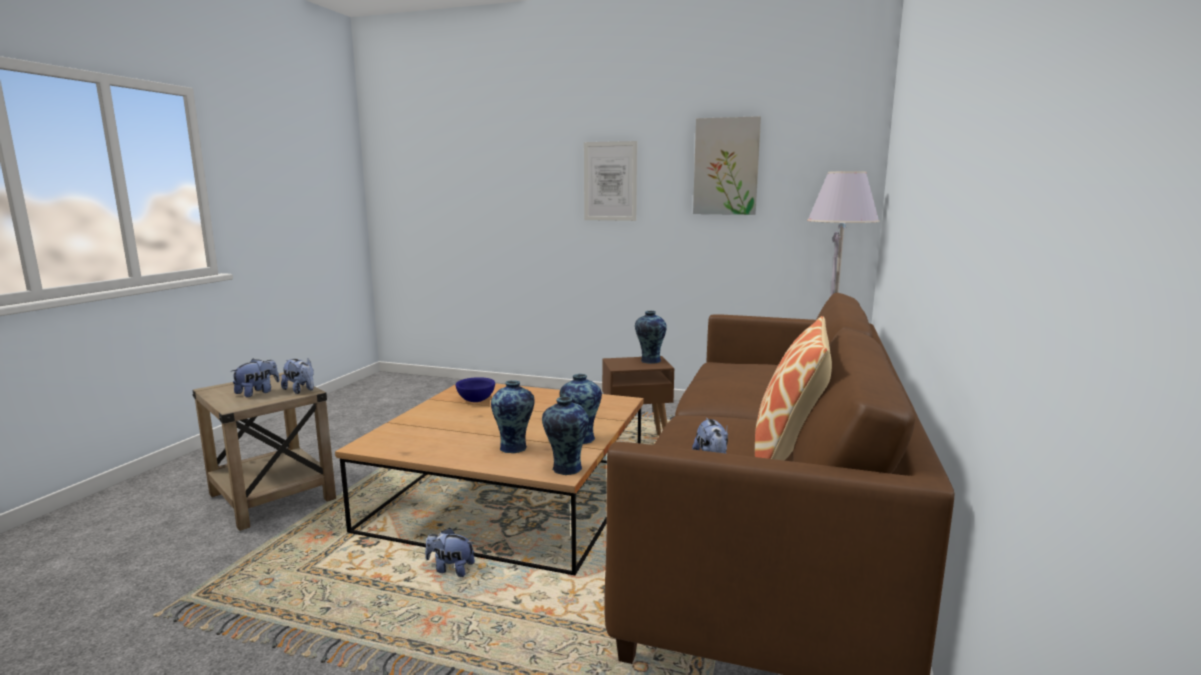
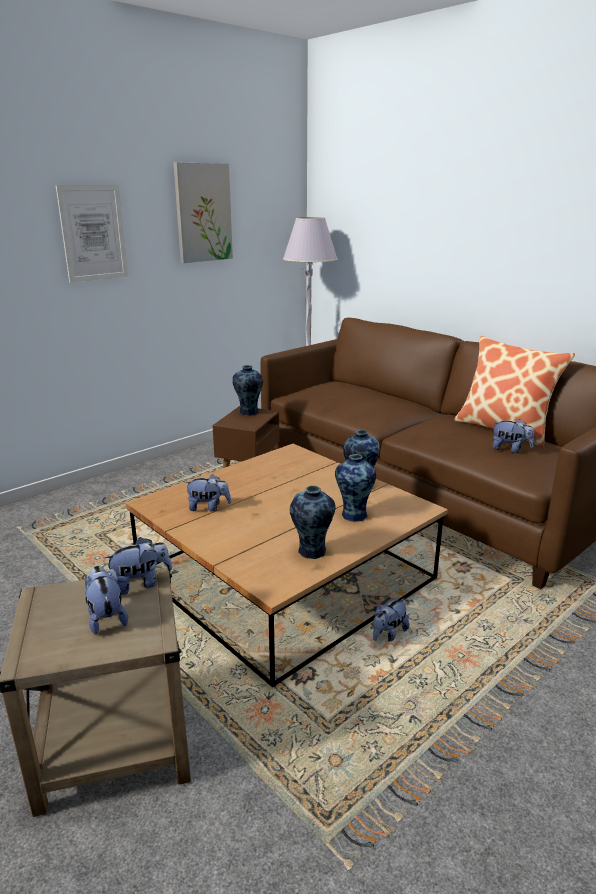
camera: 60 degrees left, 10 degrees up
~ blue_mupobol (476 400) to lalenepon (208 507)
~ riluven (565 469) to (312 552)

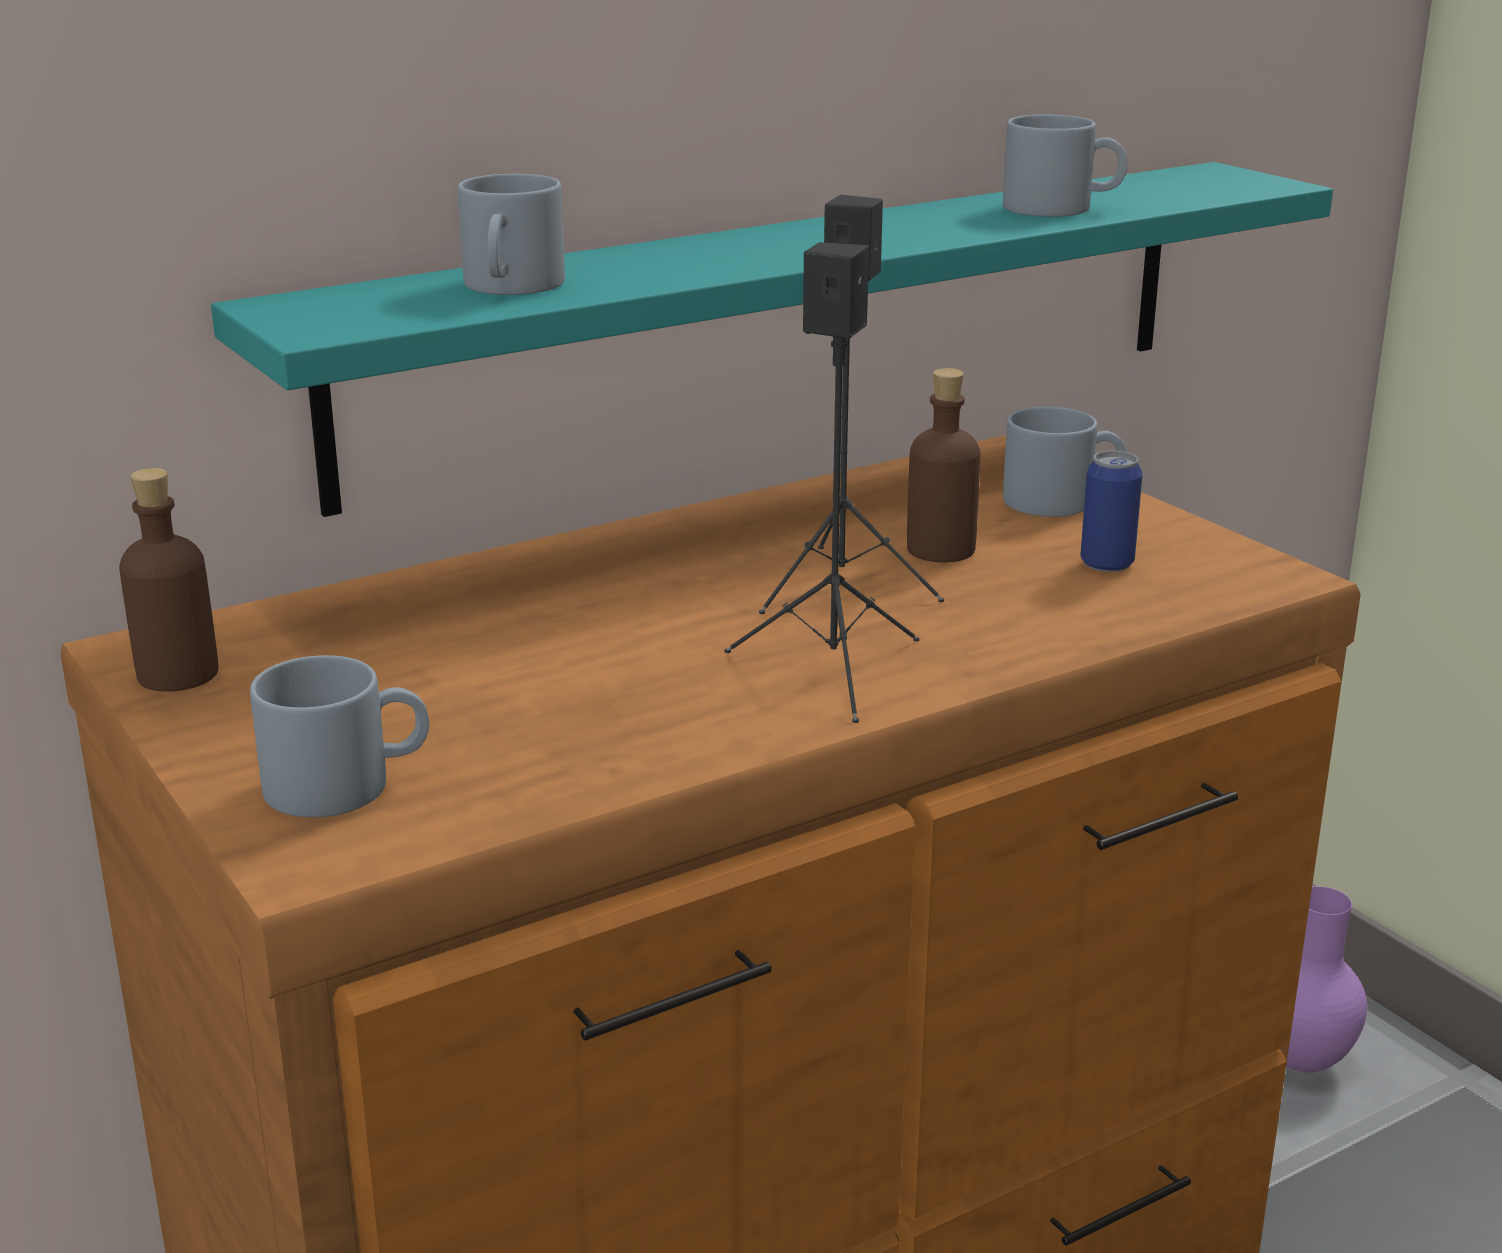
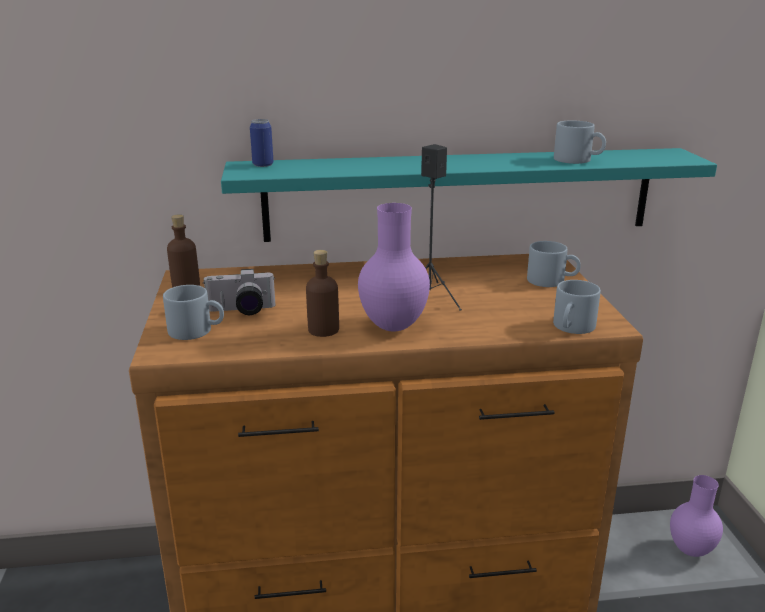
camera: 25 degrees right, 0 degrees up
~ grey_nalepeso (512 287) to (572 328)
~ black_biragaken (834 668) to purple_riluven (393 326)
~ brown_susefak (940 549) to (323 330)
~ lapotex (1106 564) to (263 165)
+ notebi (241 311)

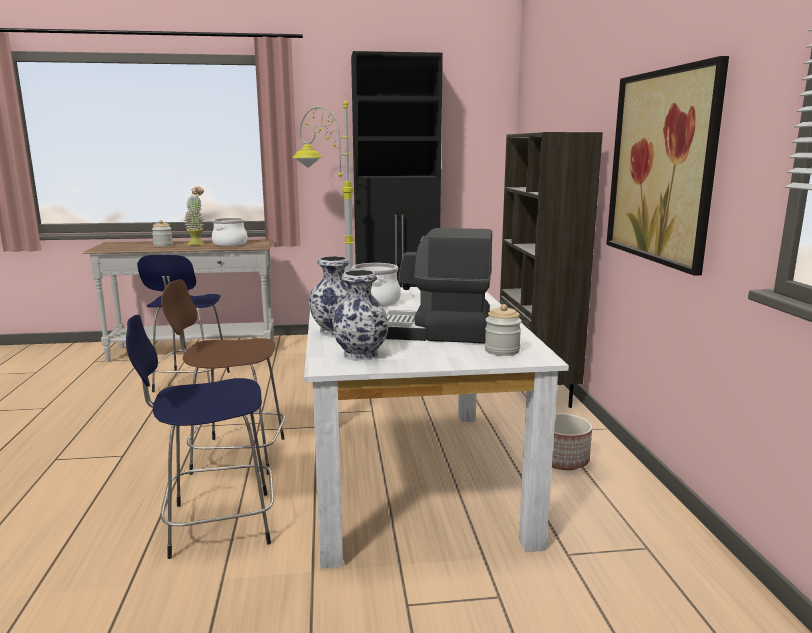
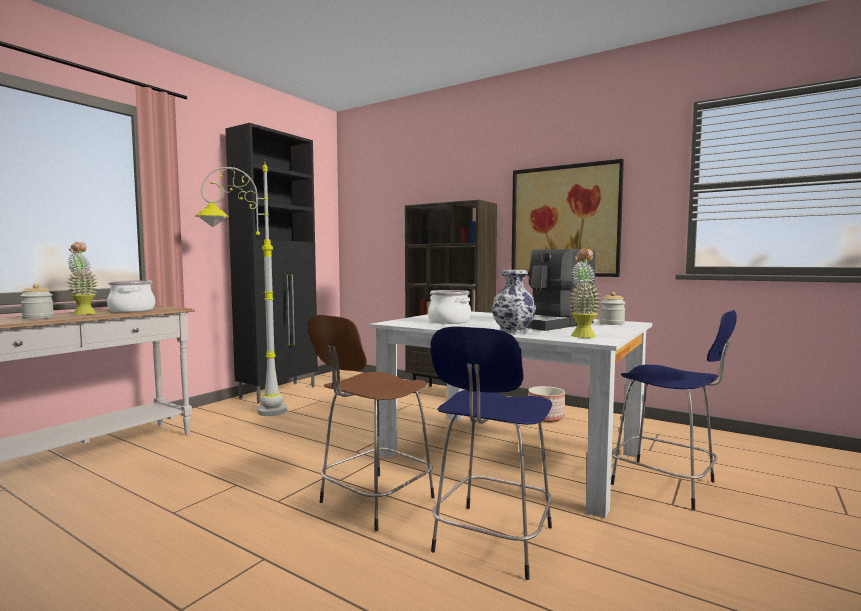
camera: 50 degrees left, 10 degrees down
~ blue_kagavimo (191 383) to (667 484)
~ riluven (361 355) to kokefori (582 335)

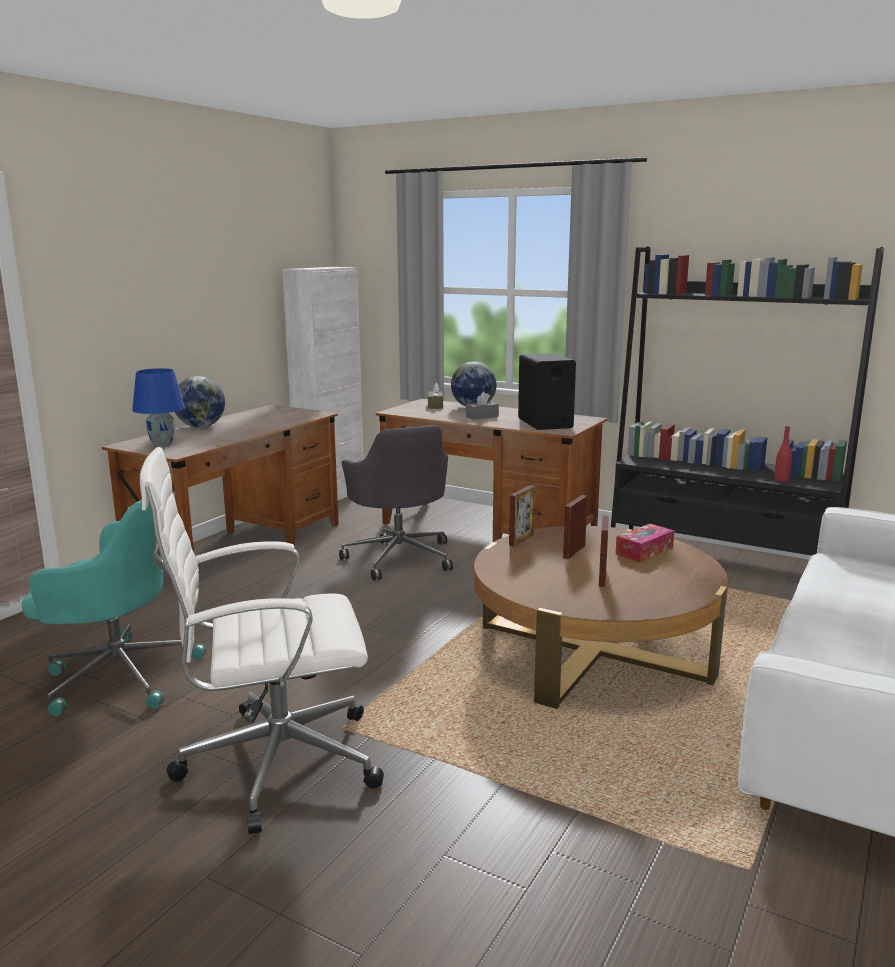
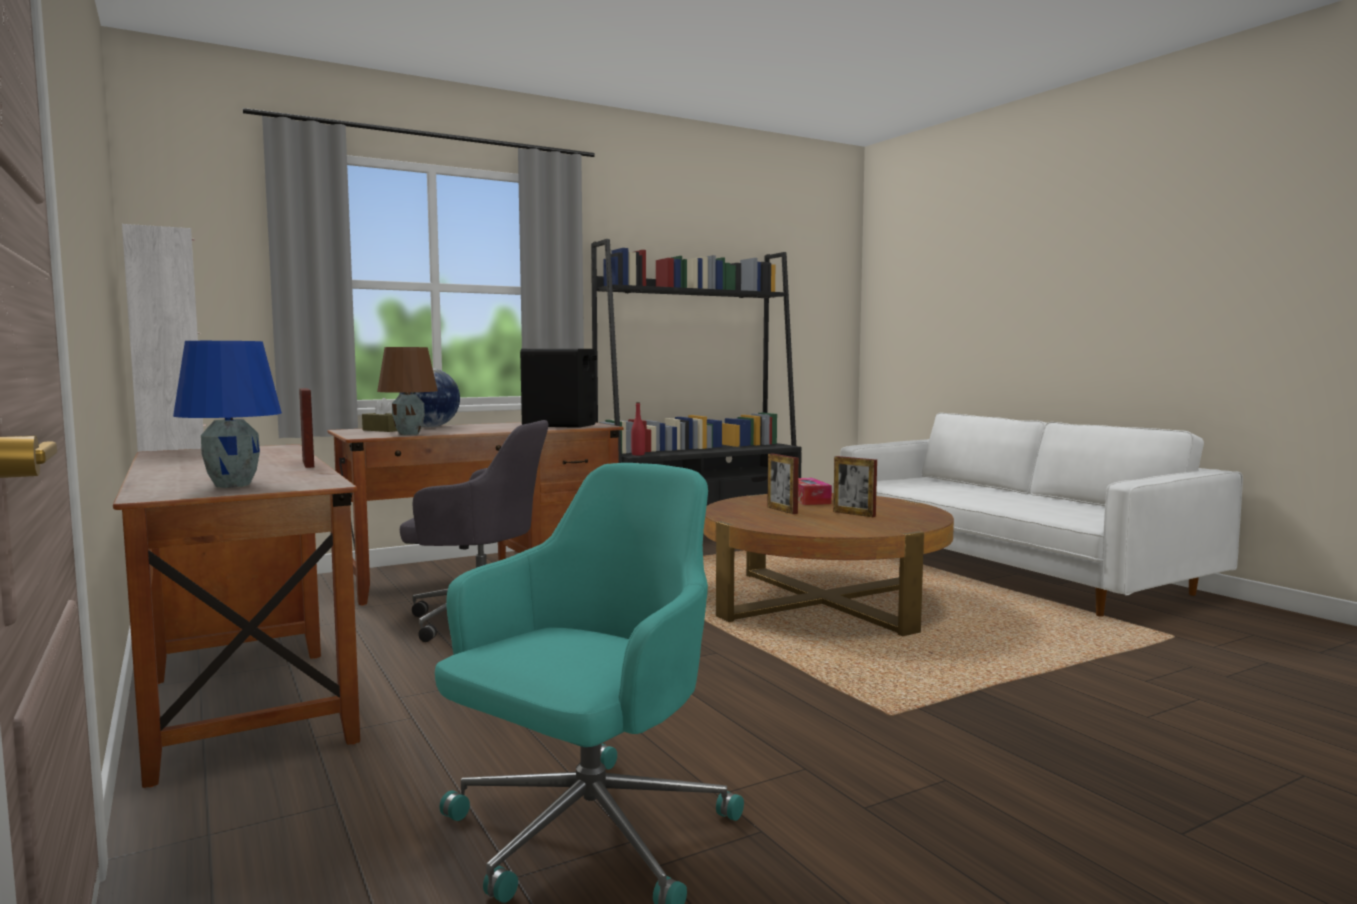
camera: 60 degrees left, 10 degrees down
- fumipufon (201 427)
- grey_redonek (482 416)
~ red_susefak (781 480) to (638 454)
- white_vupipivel (274 763)
~ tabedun (521 539) to (308 464)
+ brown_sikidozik (409 434)

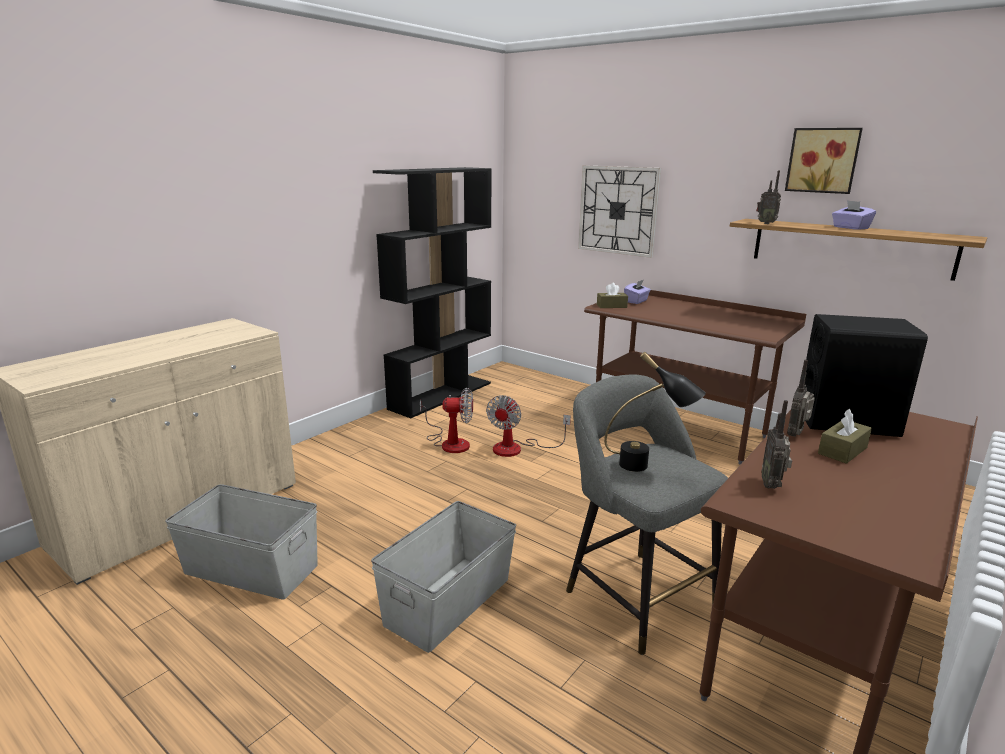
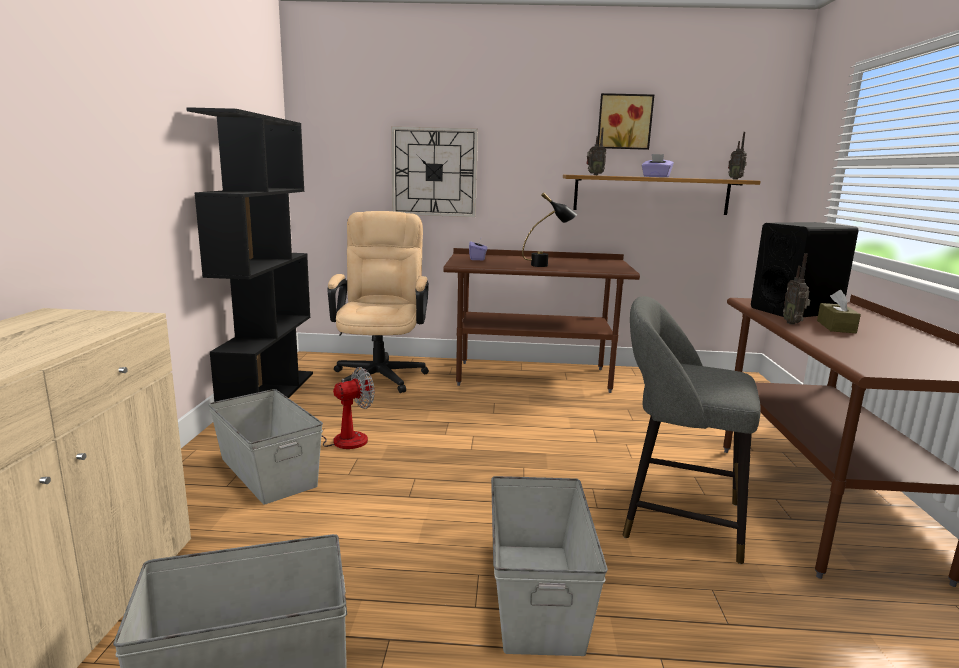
camera: 35 degrees left, 5 degrees down
- brown_redonek (611 306)
~ black_sikidozik (647 467) to (547 265)
- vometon (517 448)
~ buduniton (772 485) to (735 179)
+ beige_vupipivel (381 373)
+ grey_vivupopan (268 471)

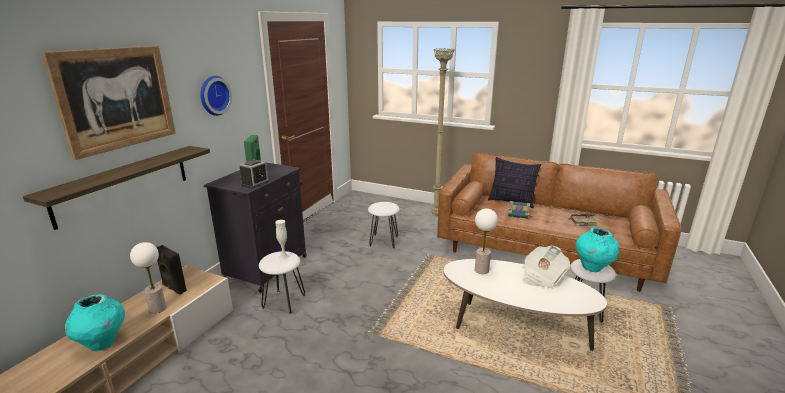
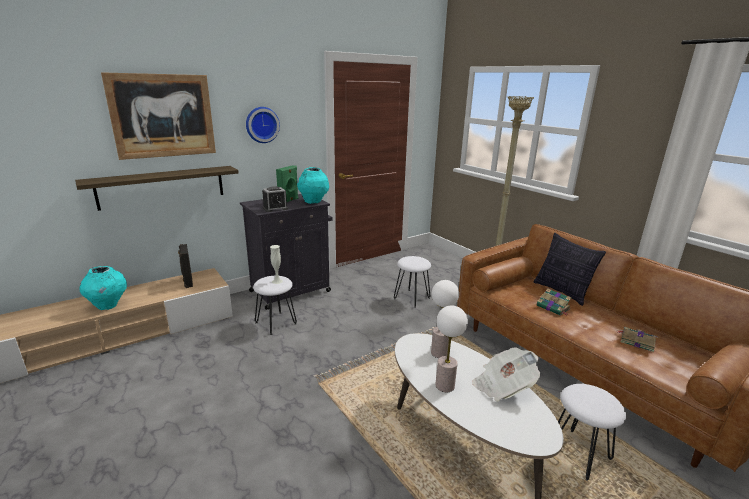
camera: 30 degrees right, 0 degrees up
~ turquoise_riluven (592 268) to (313 202)
~ sikidozik (157 308) to (444 385)

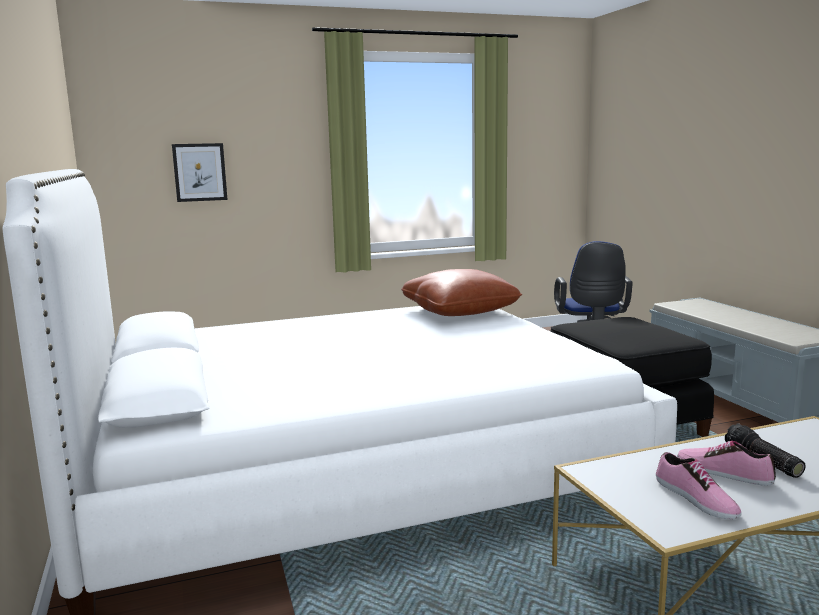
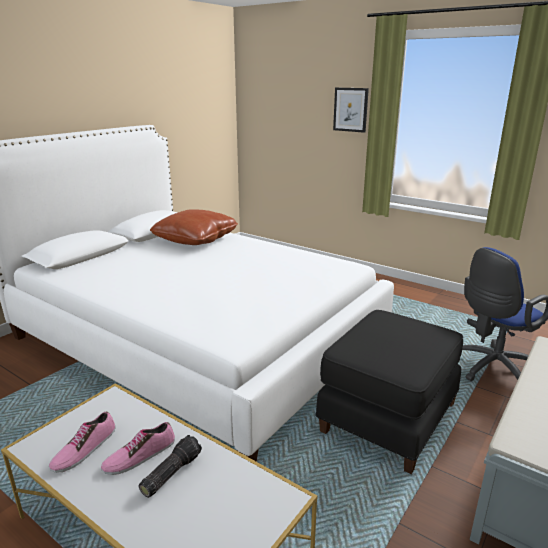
camera: 55 degrees right, 10 degrees up
~ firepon (200 172) to (350 109)
~ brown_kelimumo (459 311) to (195 239)
~ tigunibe (724 471) = (139 455) 135 degrees counterclockwise

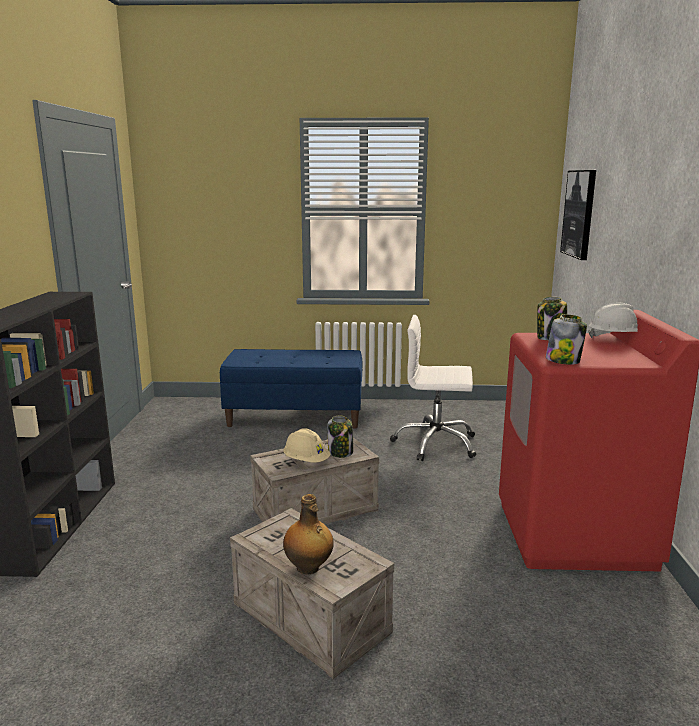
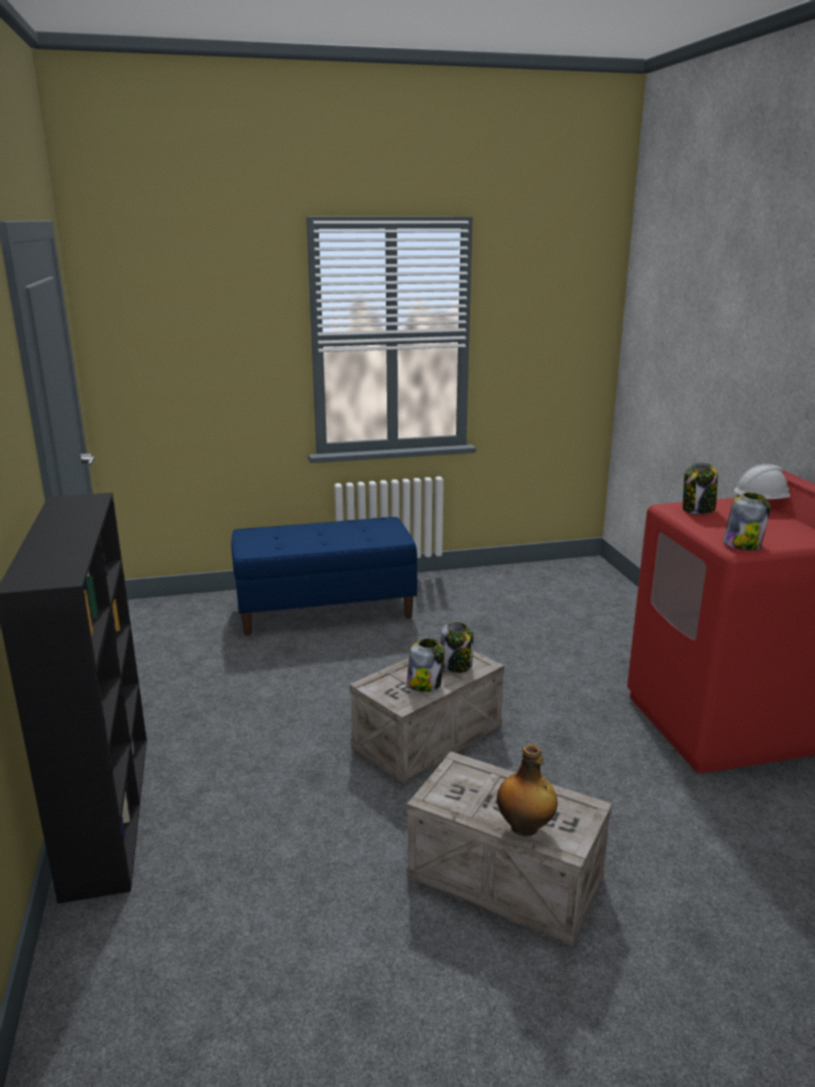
camera: 15 degrees left, 5 degrees up
- firepon (579 213)
- white_vupipivel (435 444)
~ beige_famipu (306 461) to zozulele (425 684)

